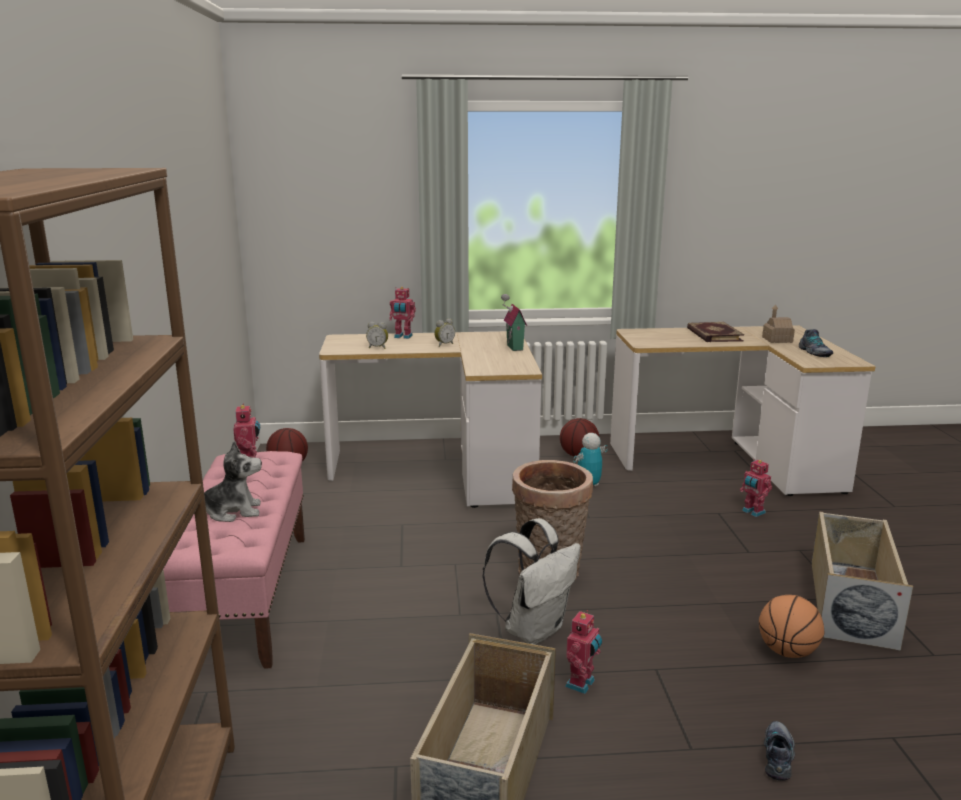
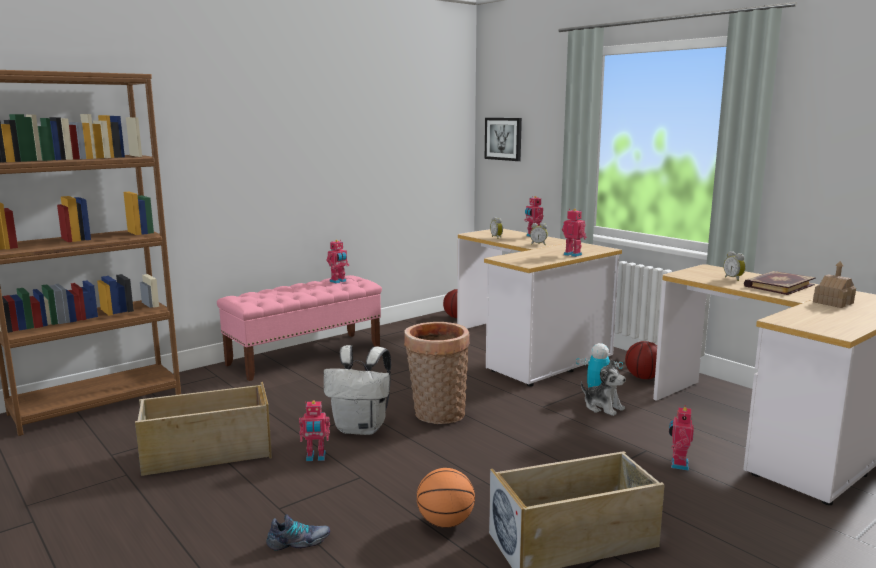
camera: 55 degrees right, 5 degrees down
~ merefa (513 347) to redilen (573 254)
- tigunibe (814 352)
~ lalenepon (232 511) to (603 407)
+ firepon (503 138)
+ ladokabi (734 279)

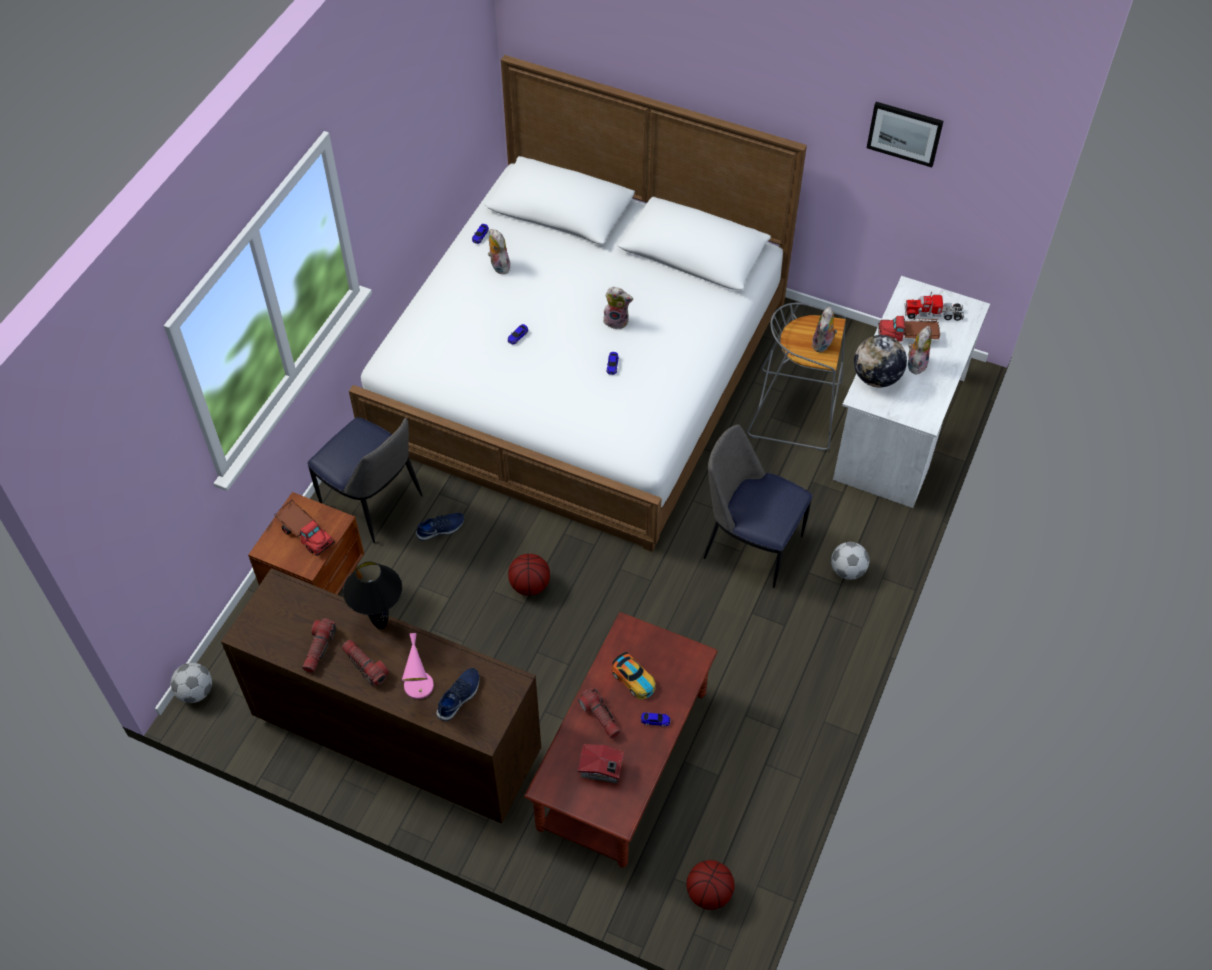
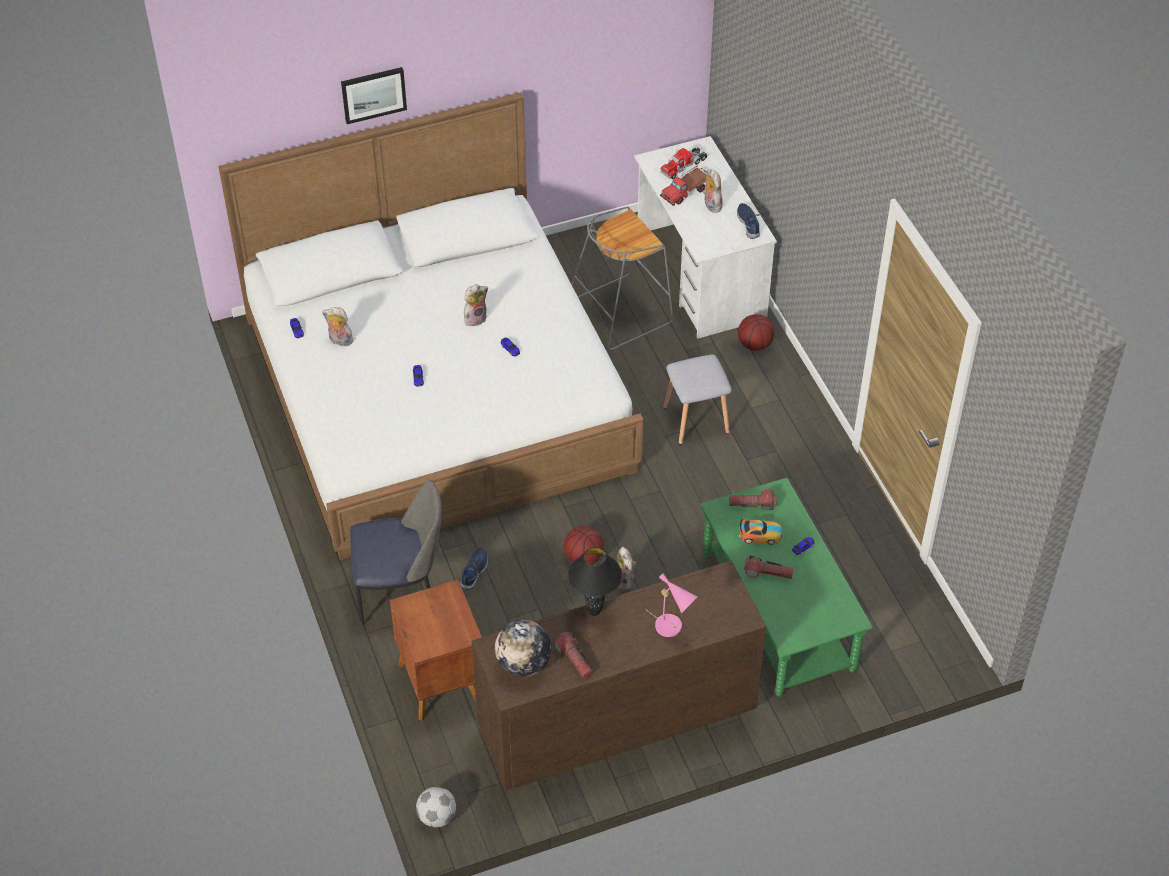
camera: 45 degrees left, 5 degrees down
~ firepon (905 133) to (373 94)
~ lalenepon (823 345) to (625 580)
~ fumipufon (876 378) to (523 664)
~ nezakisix (750 545) to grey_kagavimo (695 419)
- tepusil (305 532)
- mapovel (847 571)
~ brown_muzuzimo (623 760) to green_muzuzimo (777 611)
~ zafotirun (365 665) to (752 504)
~ blue_tigunibe (459 697) to (749 223)
- merefa (602 770)
~ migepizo (708 893) to (754 345)

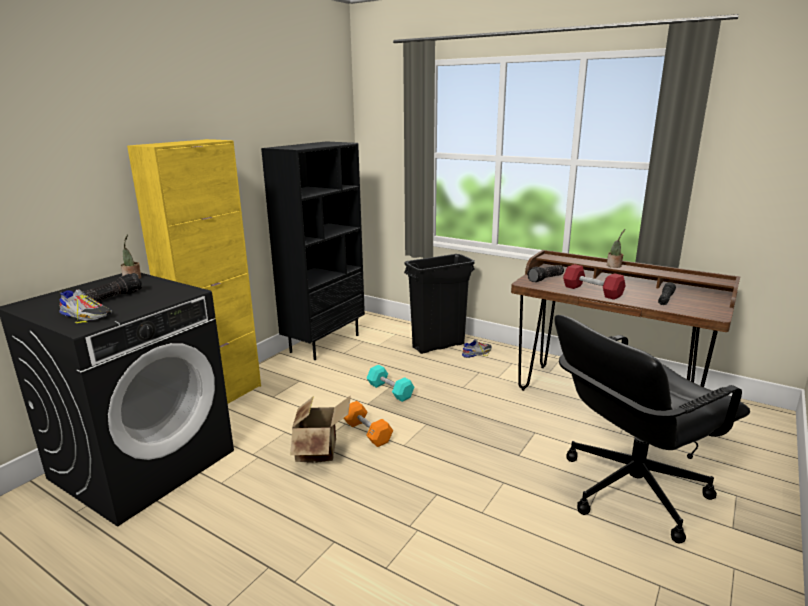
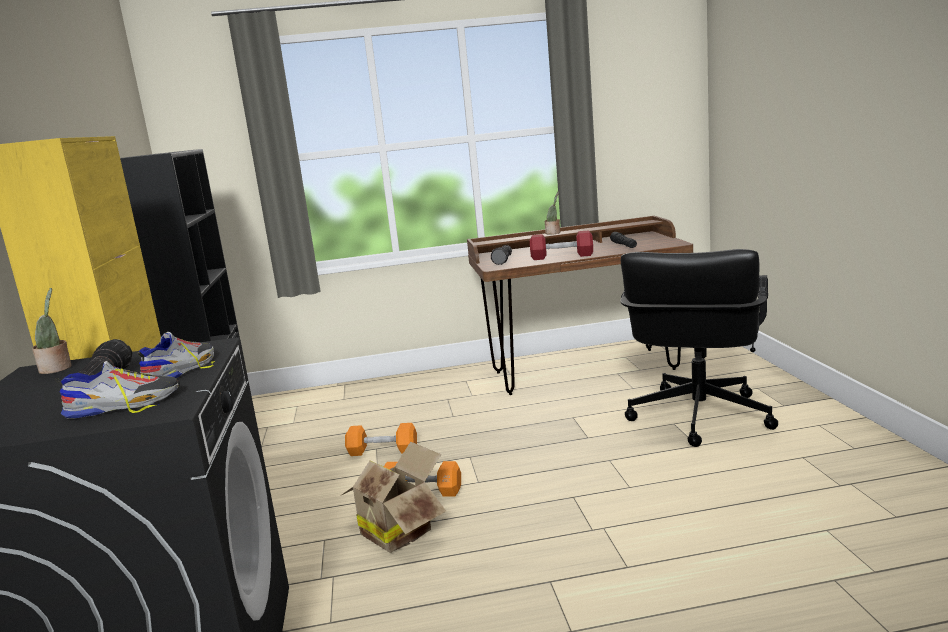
camera: 40 degrees left, 5 degrees down
- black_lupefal (438 345)
~ tigunibe (477 353) to (181 370)
~ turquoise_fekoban (390 391) to orange_fekoban (382 451)

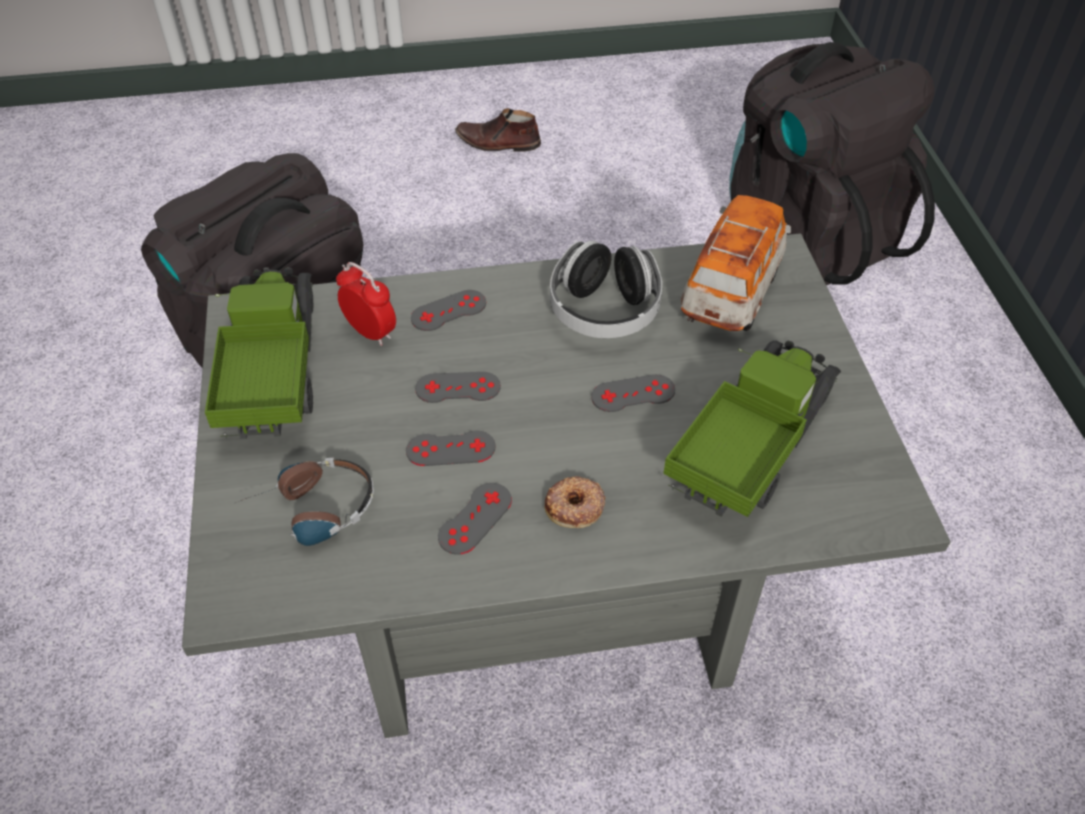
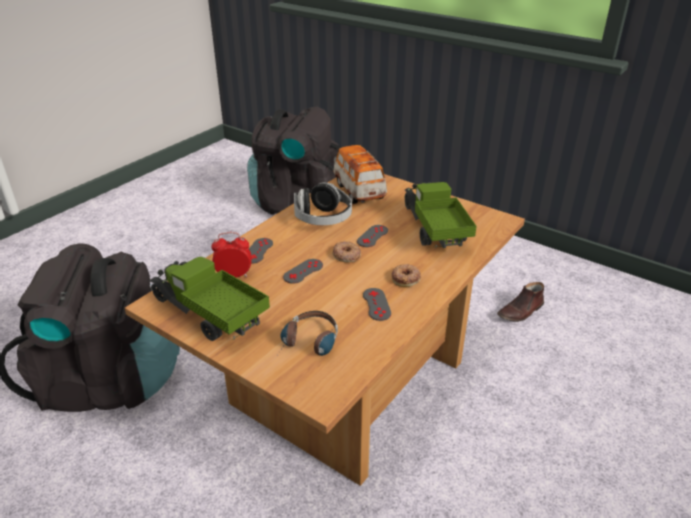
camera: 45 degrees left, 15 degrees down
~ brown_tigunibe (498 143) to (521 311)
~ grey_muzuzimo (542 572) to brown_muzuzimo (345 377)
- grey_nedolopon (450 449)
+ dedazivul (346 255)

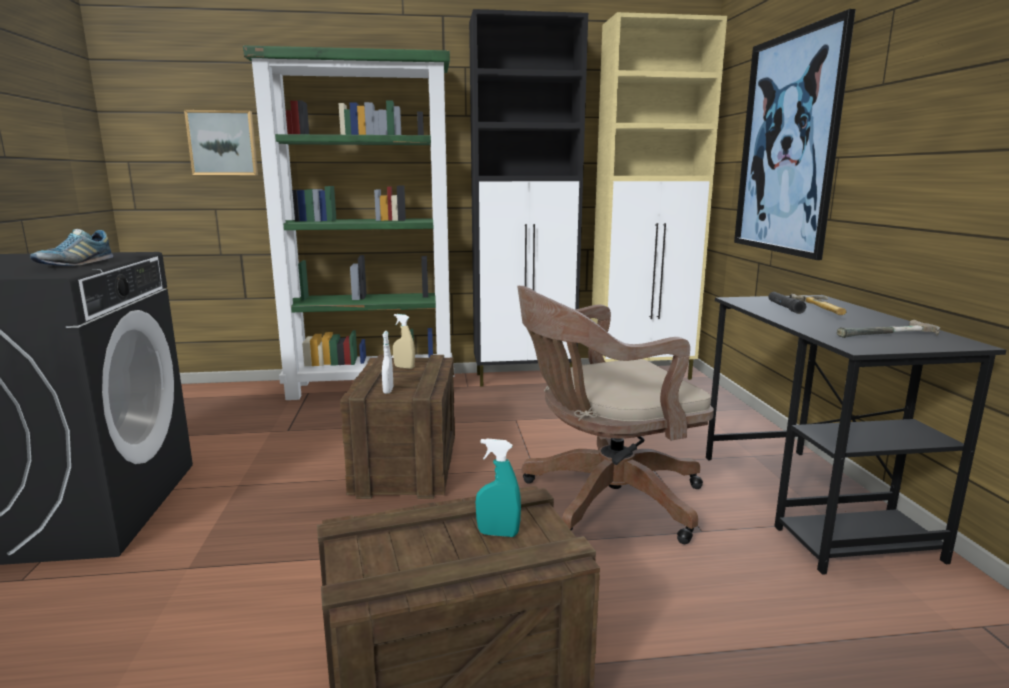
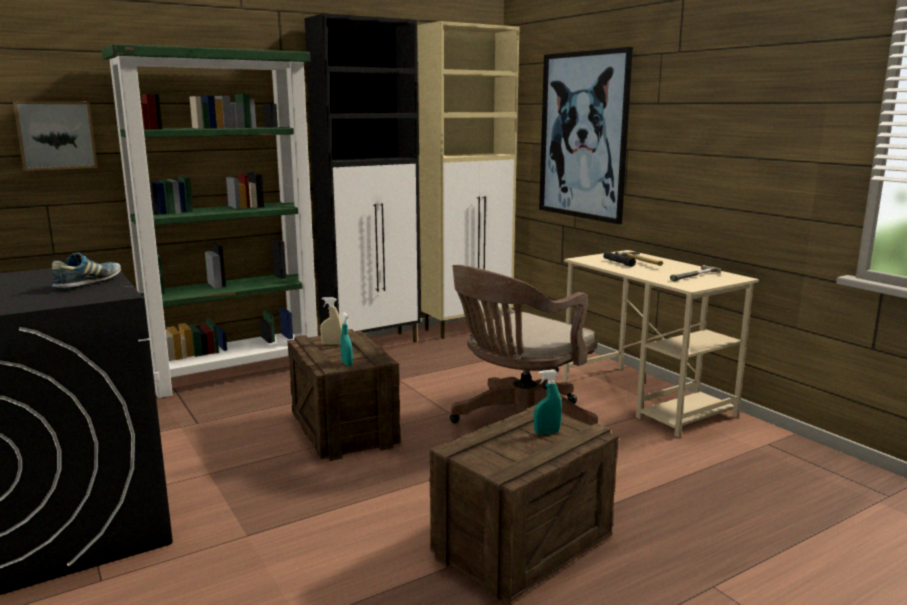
camera: 25 degrees left, 0 degrees up
~ tigunibe (75 264) = (88 283) 150 degrees counterclockwise
~ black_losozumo (810 503) to beige_losozumo (647 399)
~ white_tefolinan (388 390) to turquoise_tefolinan (347 363)

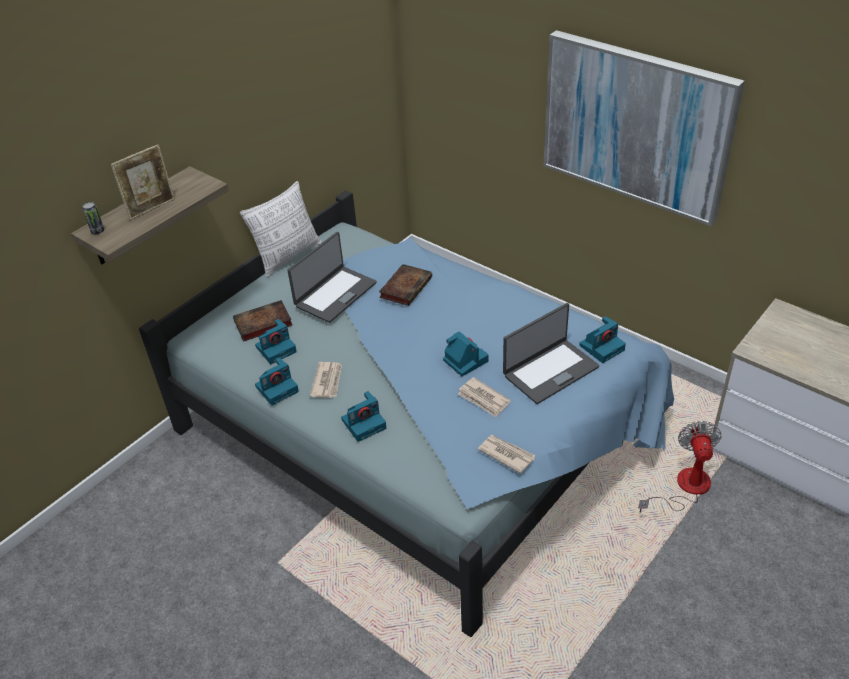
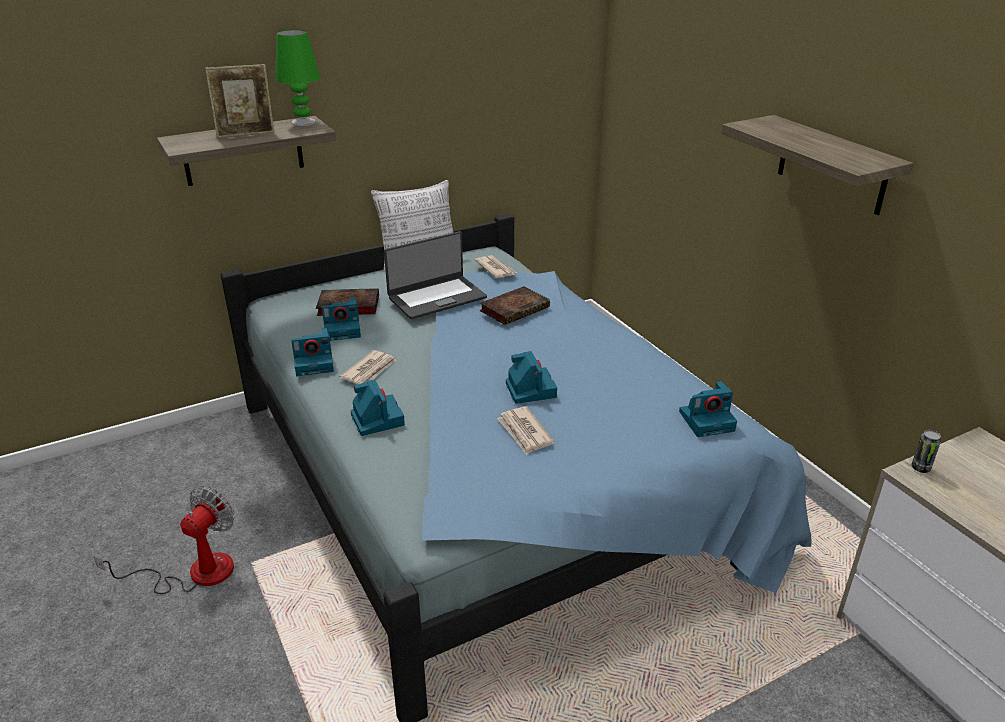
camera: 20 degrees right, 10 degrees down
~ firepon (636 125) to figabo (832 165)
~ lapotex (97 231) to (920 468)
- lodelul (550 371)
~ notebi (364 423) = (376 419) 105 degrees counterclockwise
~ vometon (684 488) to (195 572)
~ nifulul (506 454) to (495 269)
+ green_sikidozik (303 122)

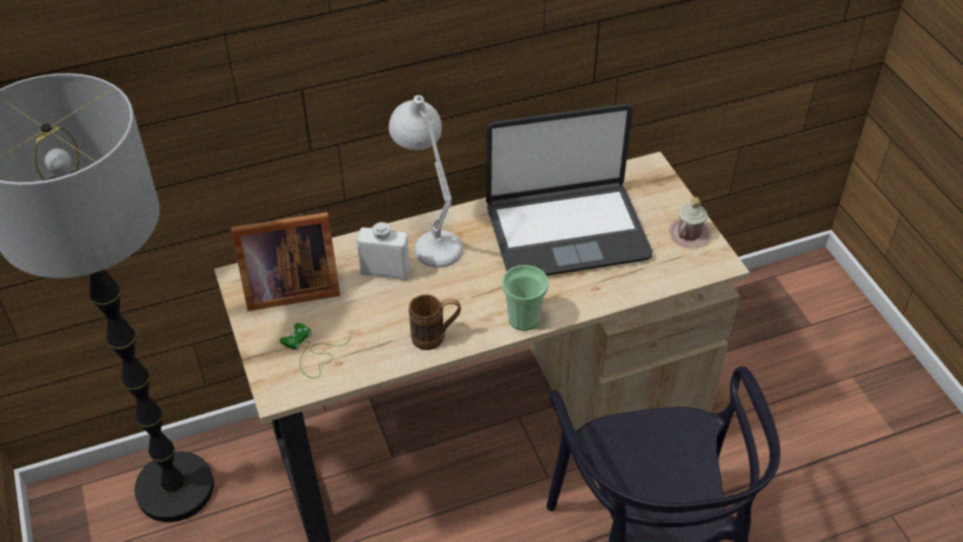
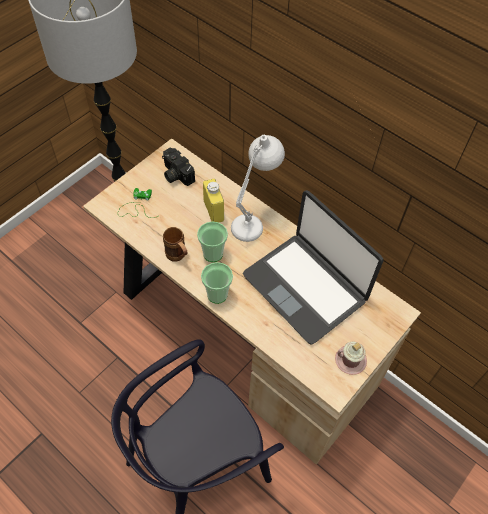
camera: 60 degrees right, 10 degrees up
~ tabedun (287 288) to notebi (175 174)
~ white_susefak (385 271) to yellow_susefak (213 211)
+ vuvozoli (213 254)

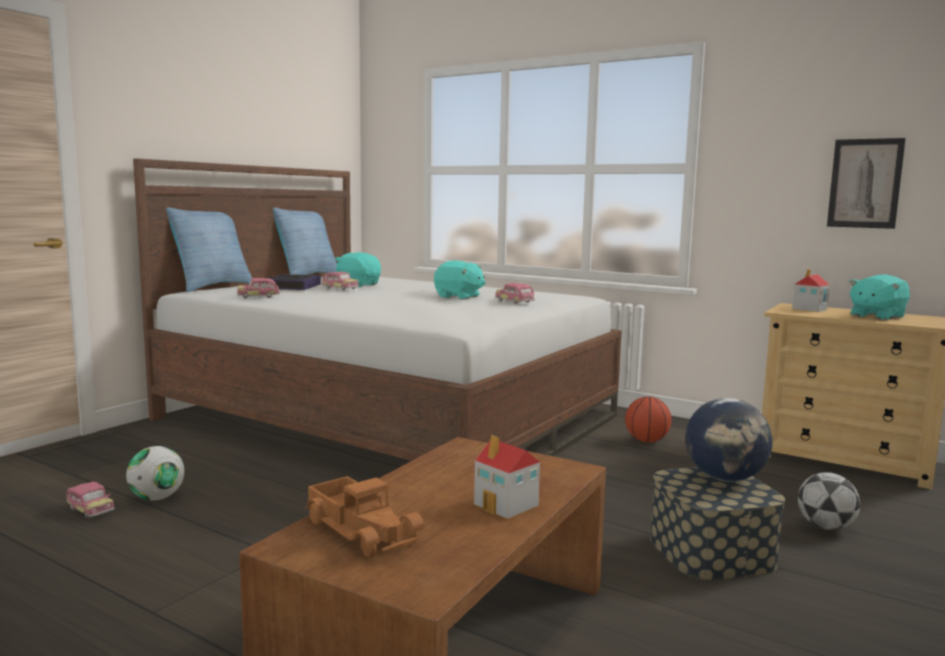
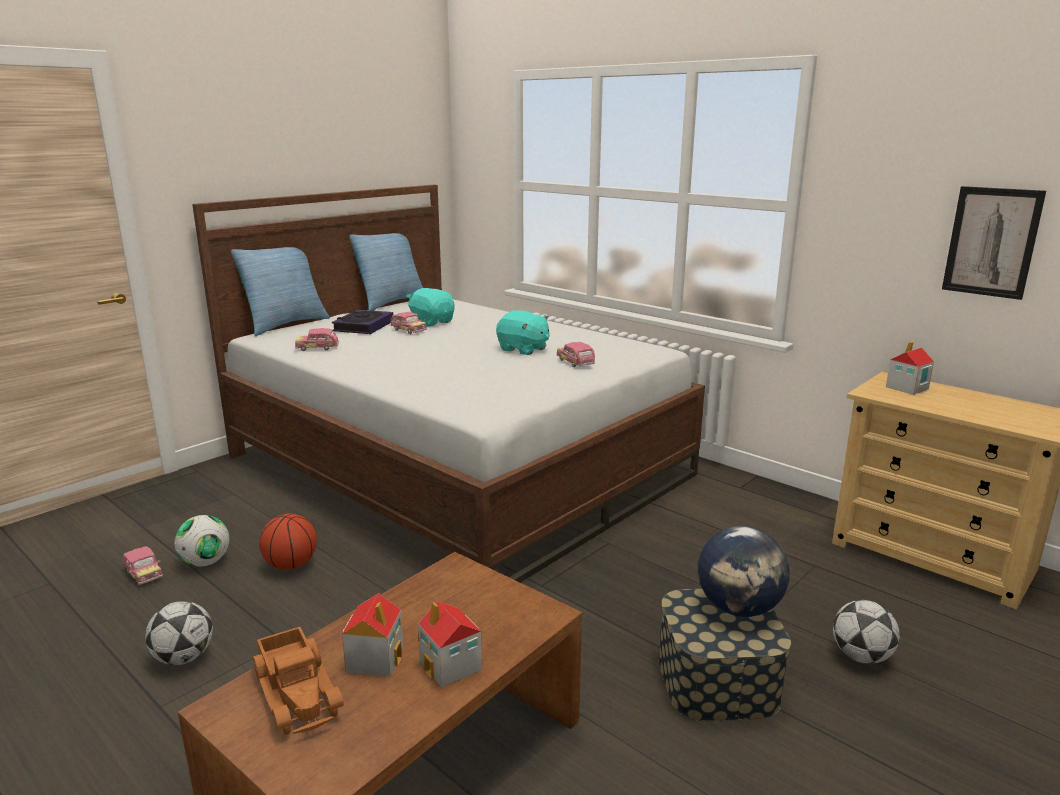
camera: 10 degrees right, 10 degrees up
- turquoise_lalenepon (876 316)
~ migepizo (646 441) to (291 565)
+ merefa (375 658)
+ mapovel (184 658)

